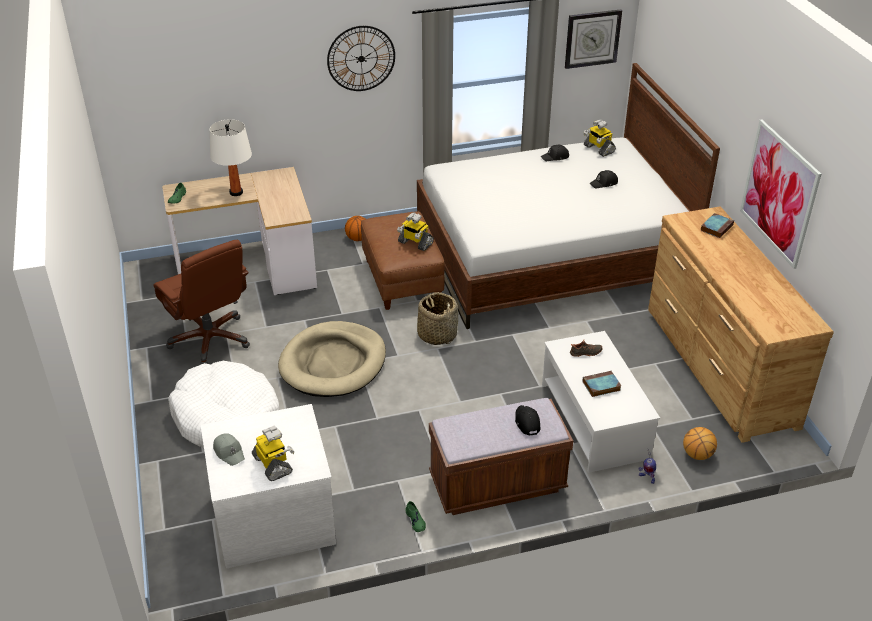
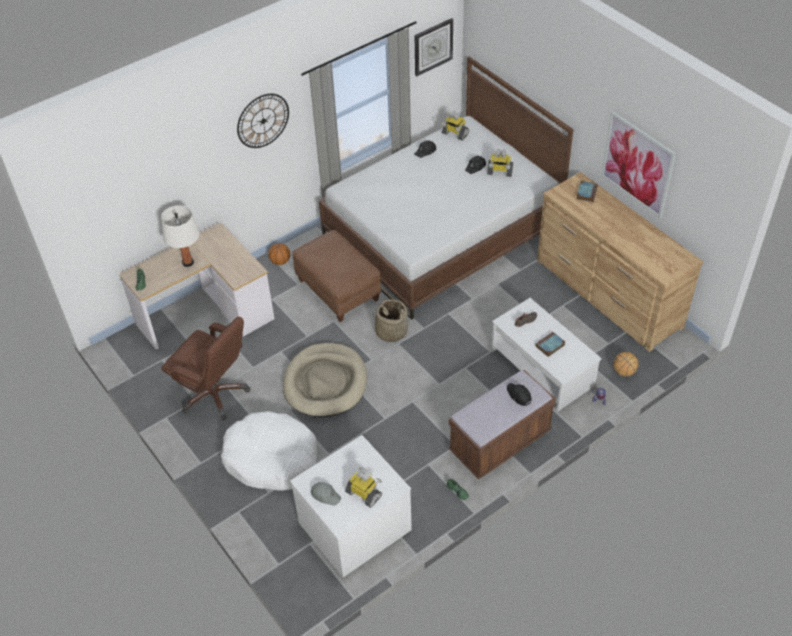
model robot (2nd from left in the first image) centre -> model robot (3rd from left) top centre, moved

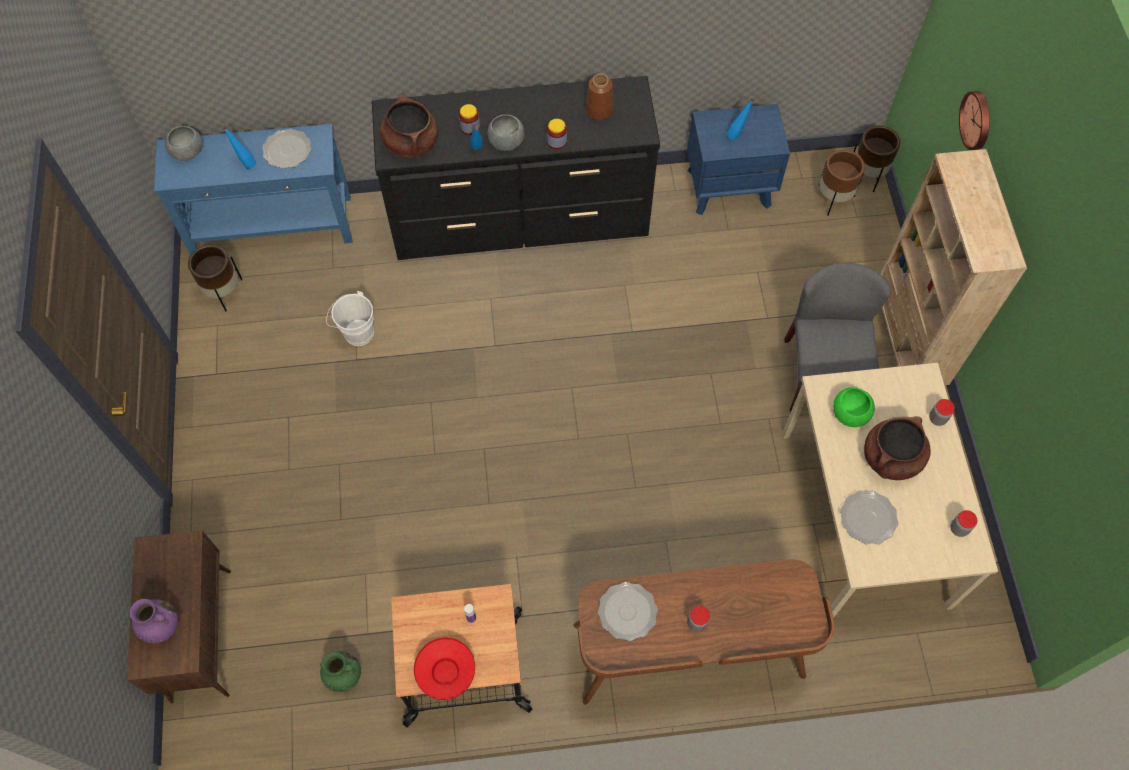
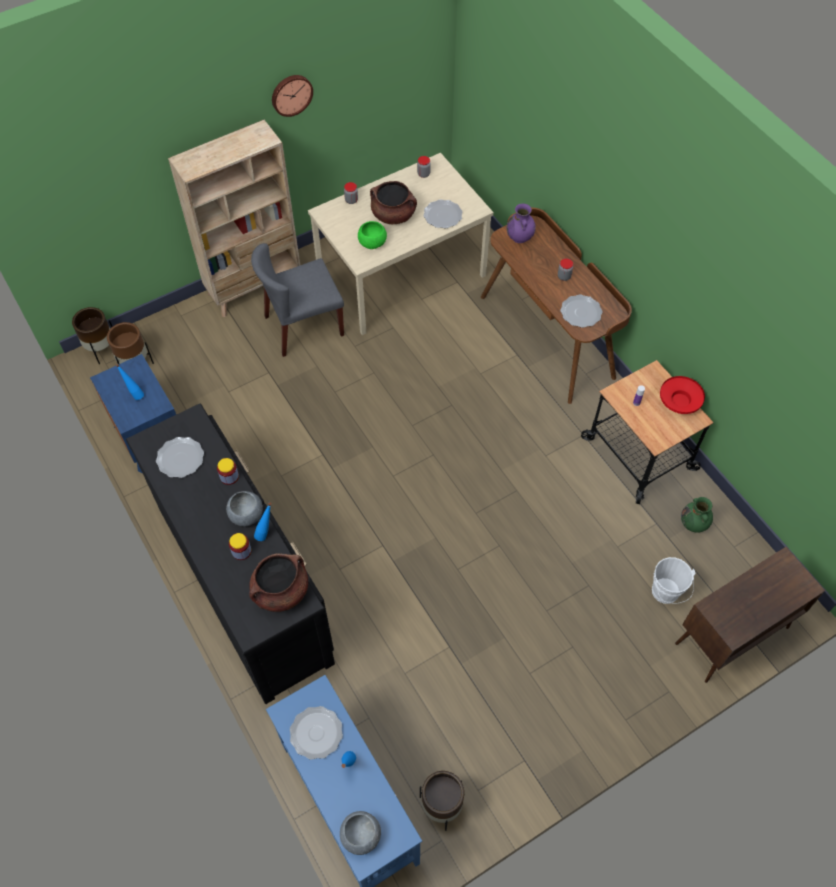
purple-coloured flower vase bottom left -> purple-coloured flower vase top centre, moved
white water bucket middle left -> white water bucket middle right, moved
clock on the wall top right -> clock on the wall top centre, moved
brown-coloured flower vase top centre -> flat dish (1st from left) middle left

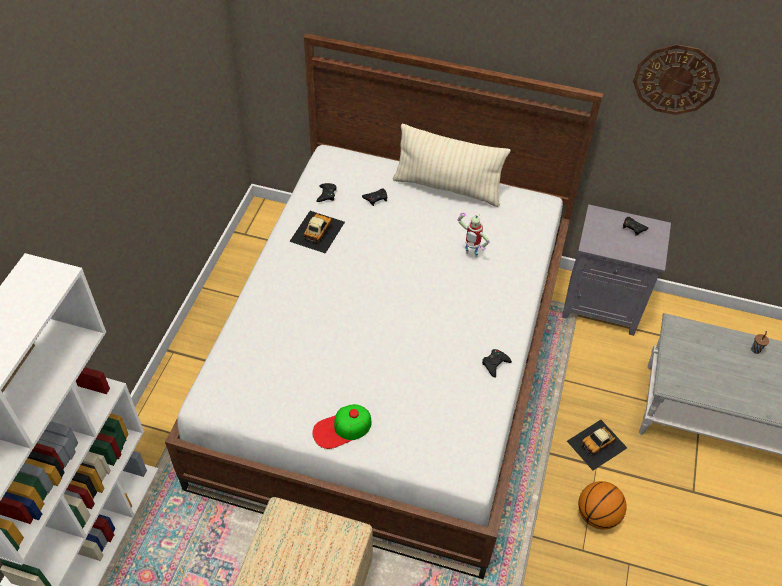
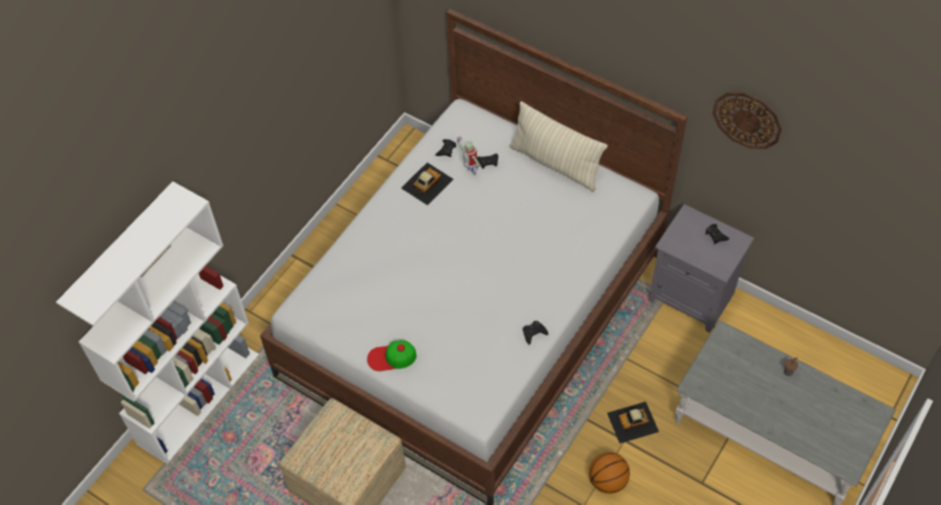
model robot centre -> model robot top centre, moved

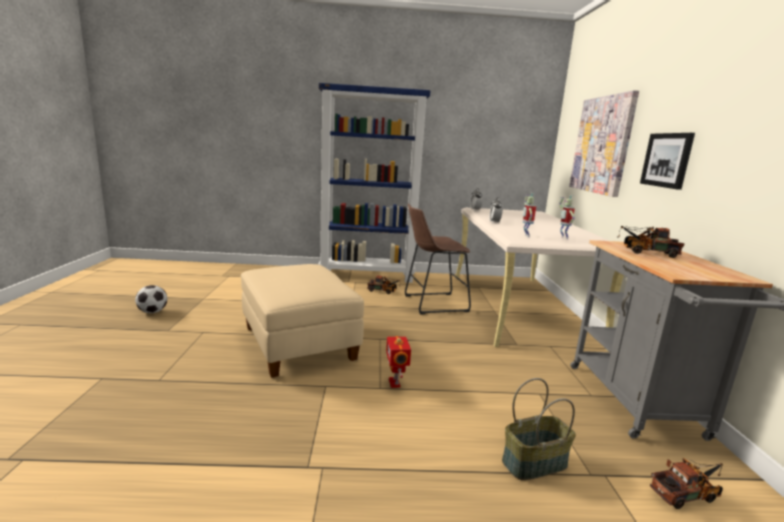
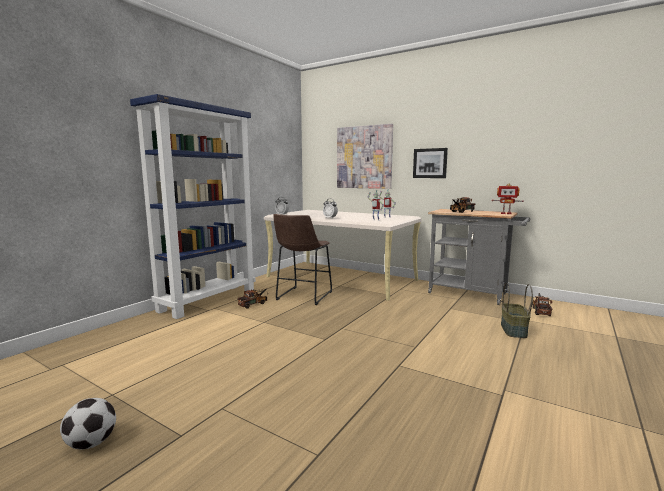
beige-coloured ottoman centre -> none
model robot (1st from left in the first image) bottom centre -> model robot (3rd from left) middle right, moved

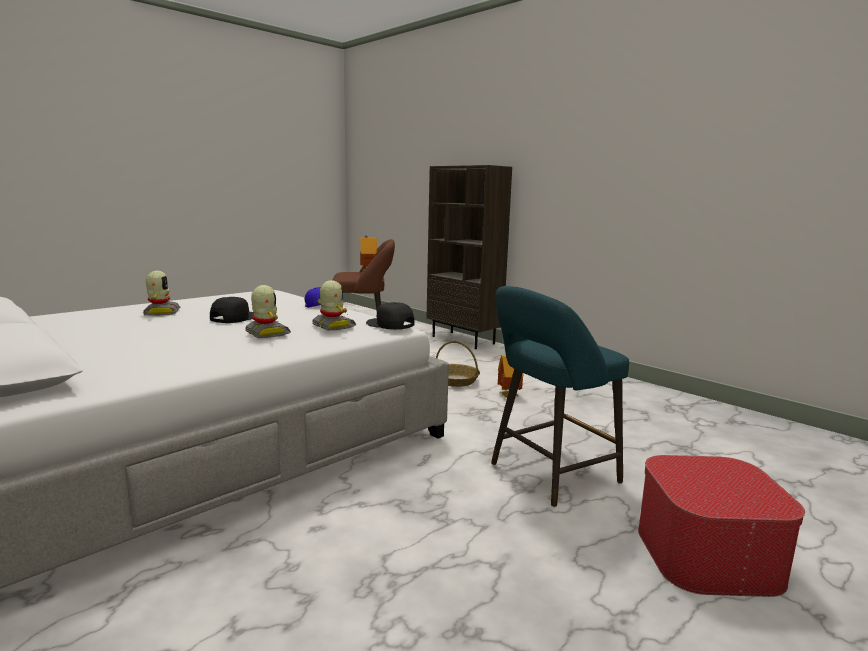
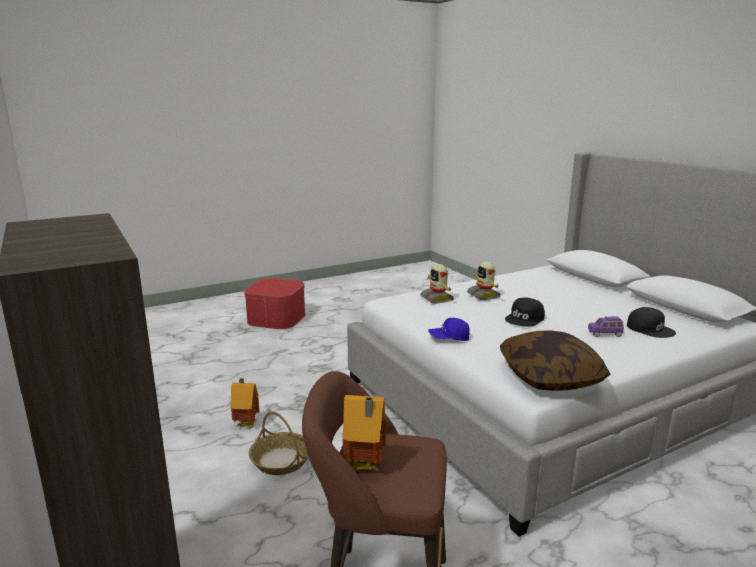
turquoise sitting stool centre -> none
none -> throw pillow middle right
black cap (2nd from left) centre -> black cap (2nd from left) middle right, moved
model robot (1st from left) middle left -> purple-coloured miniature car middle right

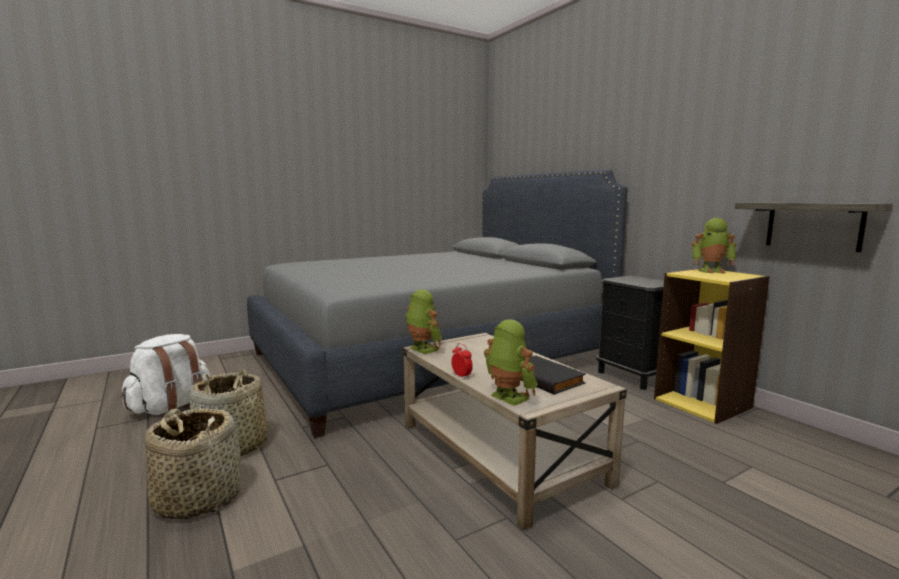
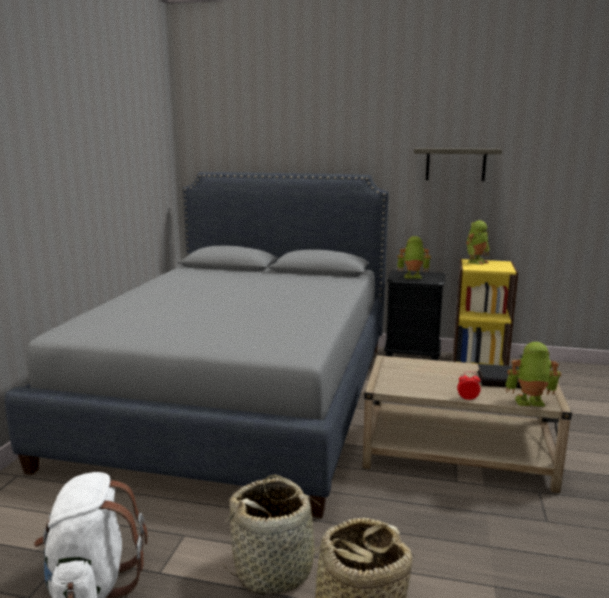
model robot (1st from left) centre -> model robot (1st from left) middle right, moved
bracket shelf middle right -> bracket shelf top right, moved

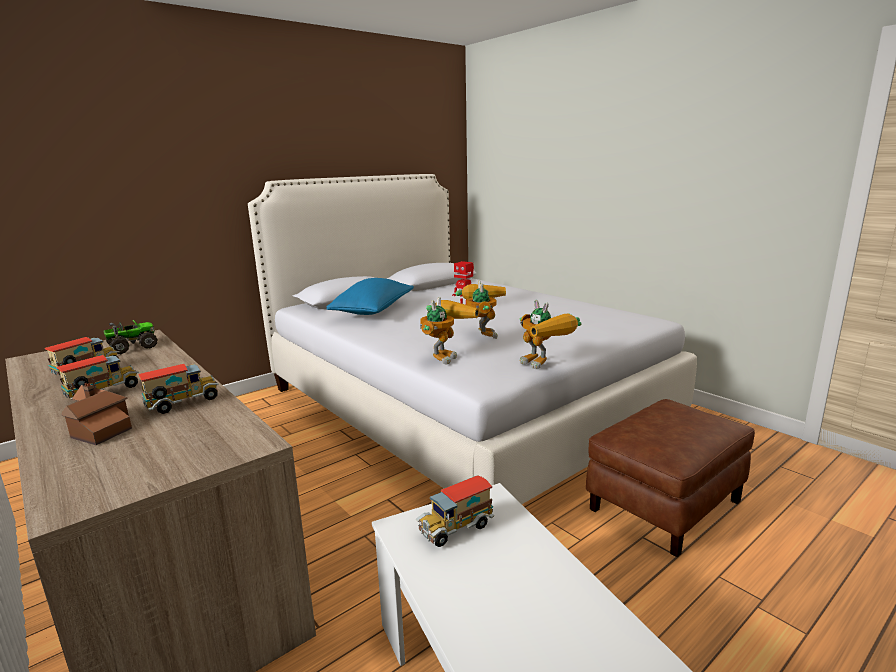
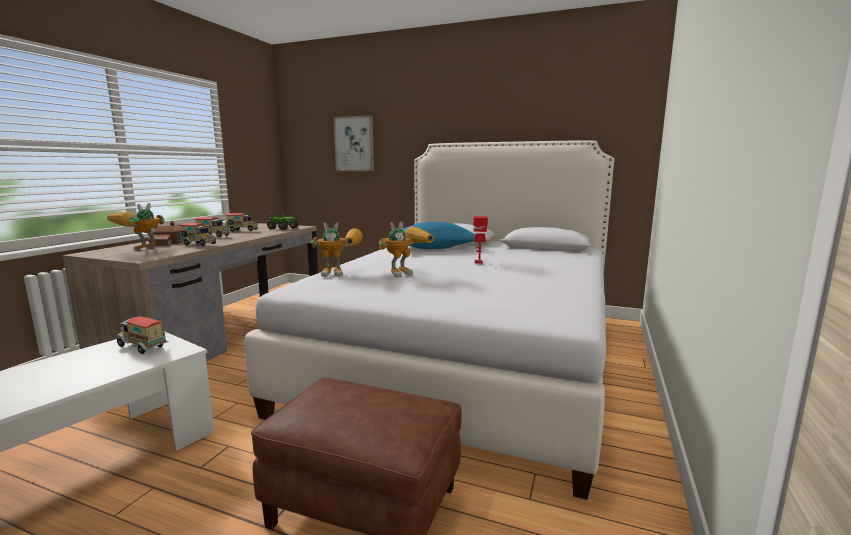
none -> wall picture top centre
model robot (4th from left in the first image) centre -> model robot (1st from left) middle left, moved

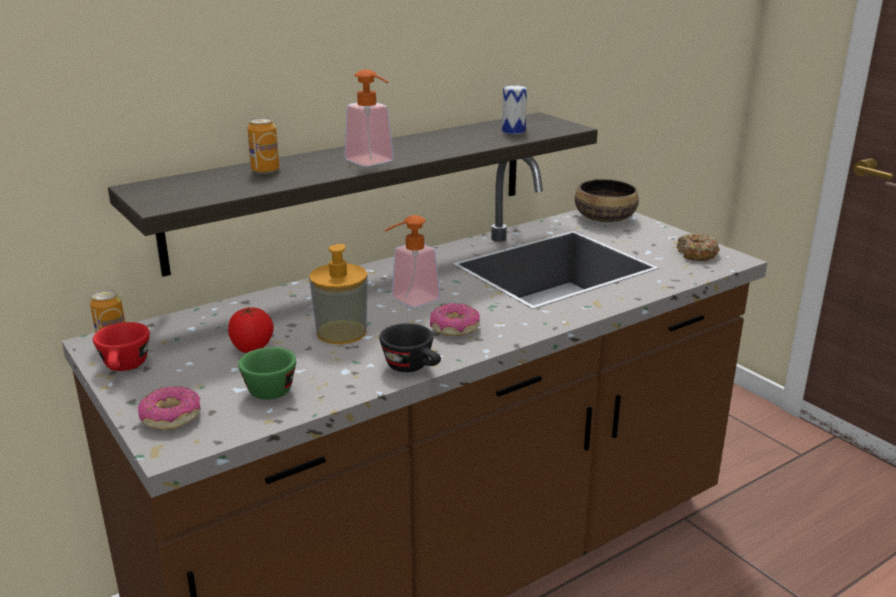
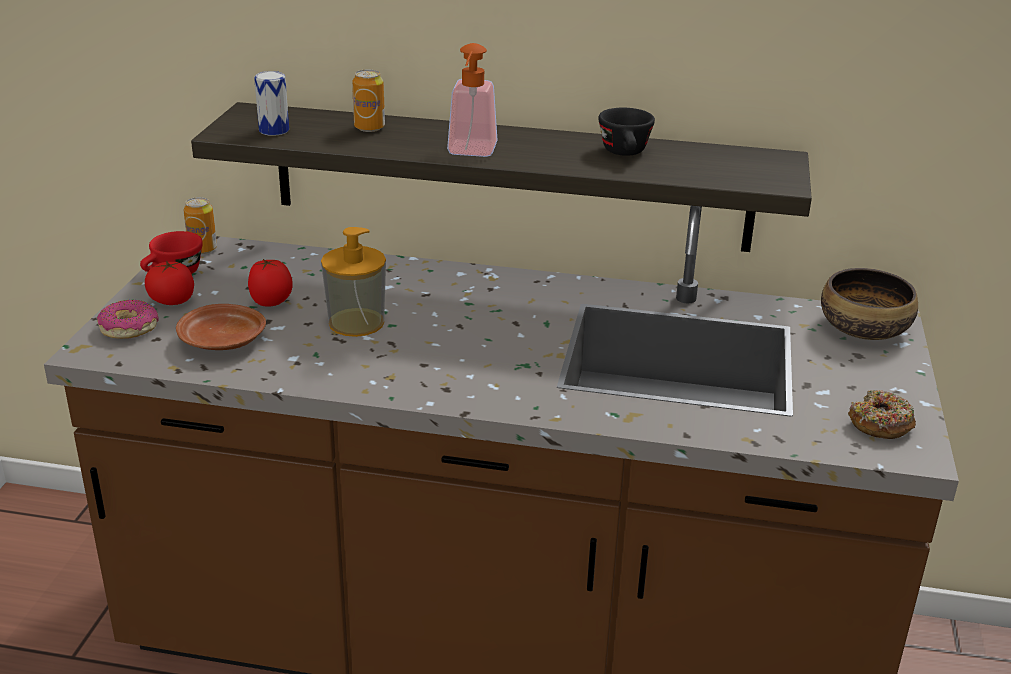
soap bottle (3rd from left) centre -> none
doughnut (2nd from left) centre -> none
none -> whole tomato (1st from left) middle left
black cup centre -> black cup top centre, moved
sealed can (3rd from left in the first image) top centre -> sealed can (2nd from left) top left, moved
greenish cup middle left -> brown-coloured flat dish middle left

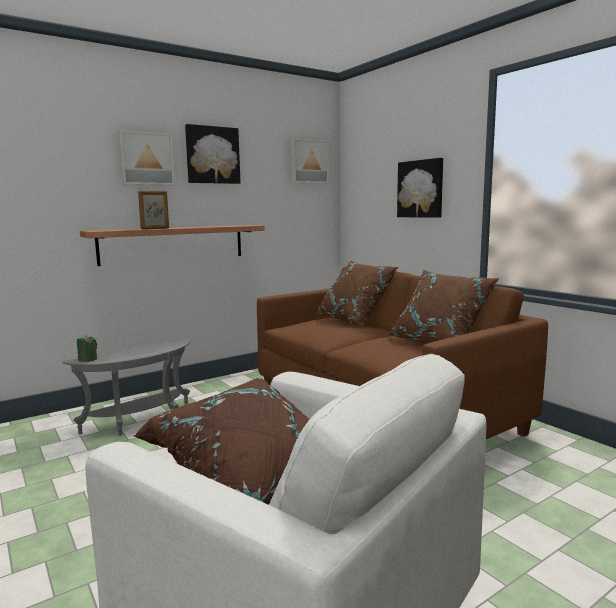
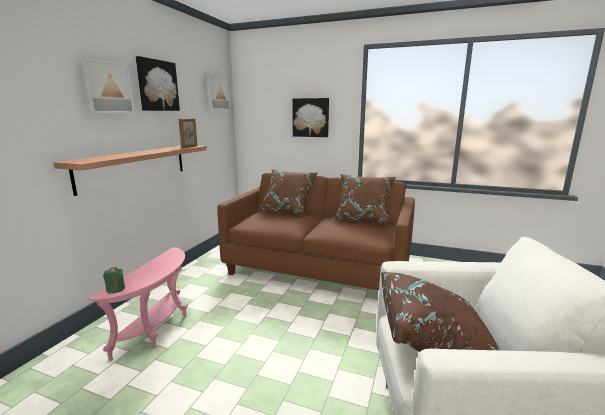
standing frame middle left -> standing frame top left, moved
gray end table middle left -> pink-coloured end table bottom left

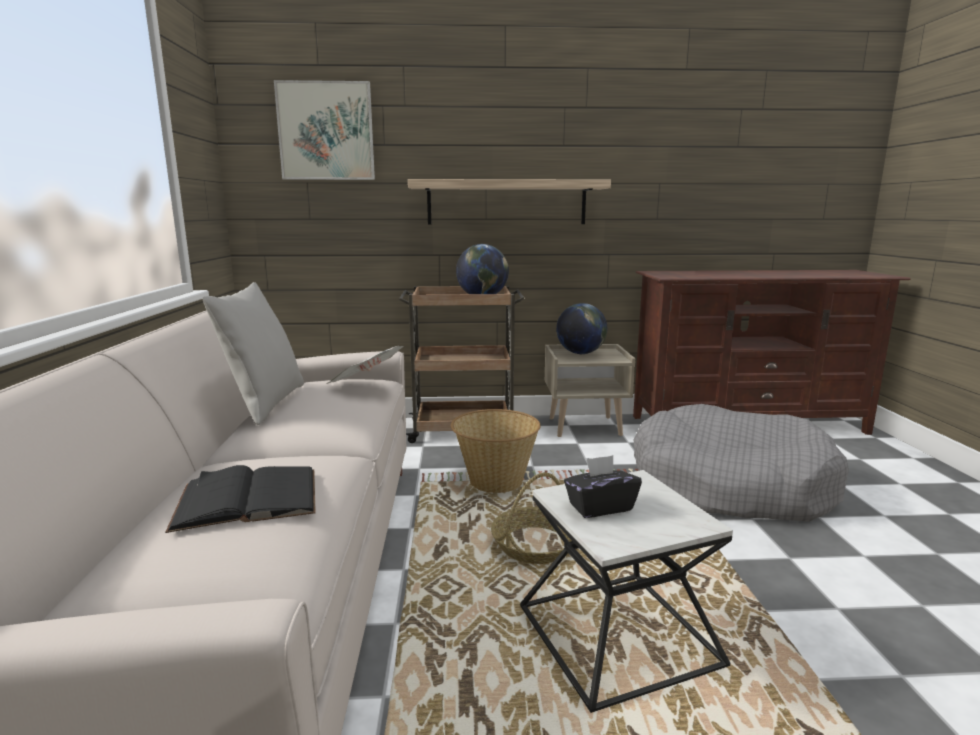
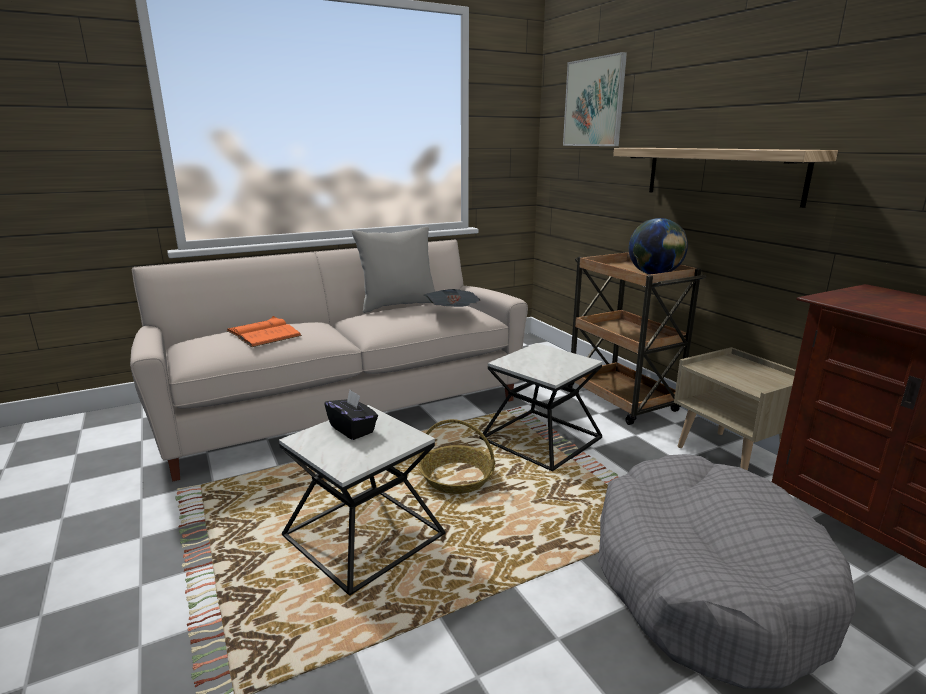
desk globe (2nd from left) centre -> none
household basket (1st from left) centre -> end table (2nd from left) centre
black book bottom left -> orange book middle left

